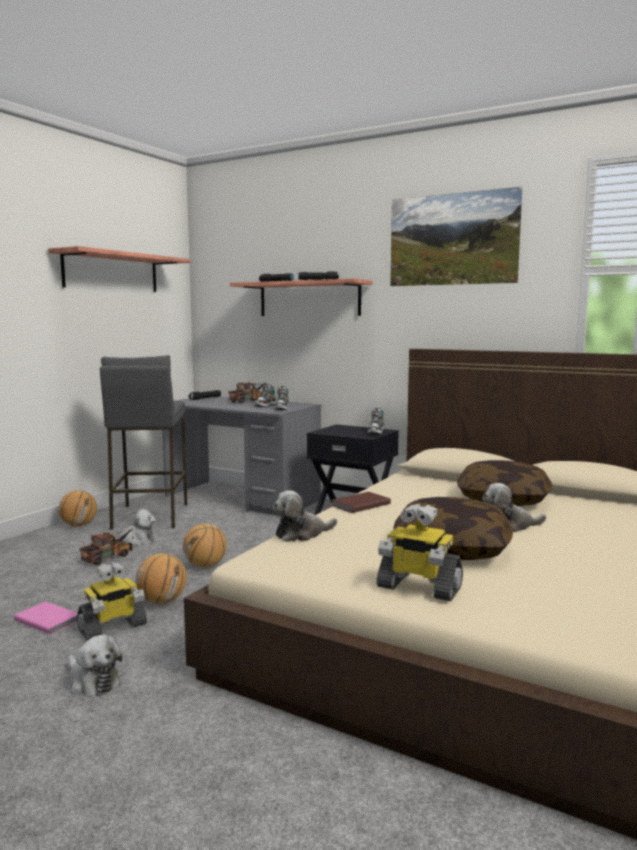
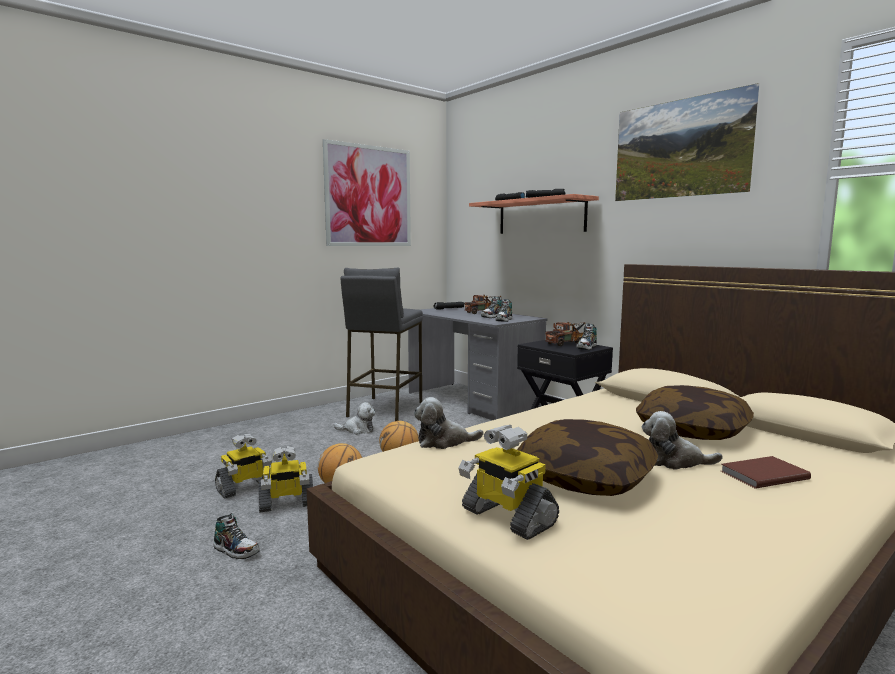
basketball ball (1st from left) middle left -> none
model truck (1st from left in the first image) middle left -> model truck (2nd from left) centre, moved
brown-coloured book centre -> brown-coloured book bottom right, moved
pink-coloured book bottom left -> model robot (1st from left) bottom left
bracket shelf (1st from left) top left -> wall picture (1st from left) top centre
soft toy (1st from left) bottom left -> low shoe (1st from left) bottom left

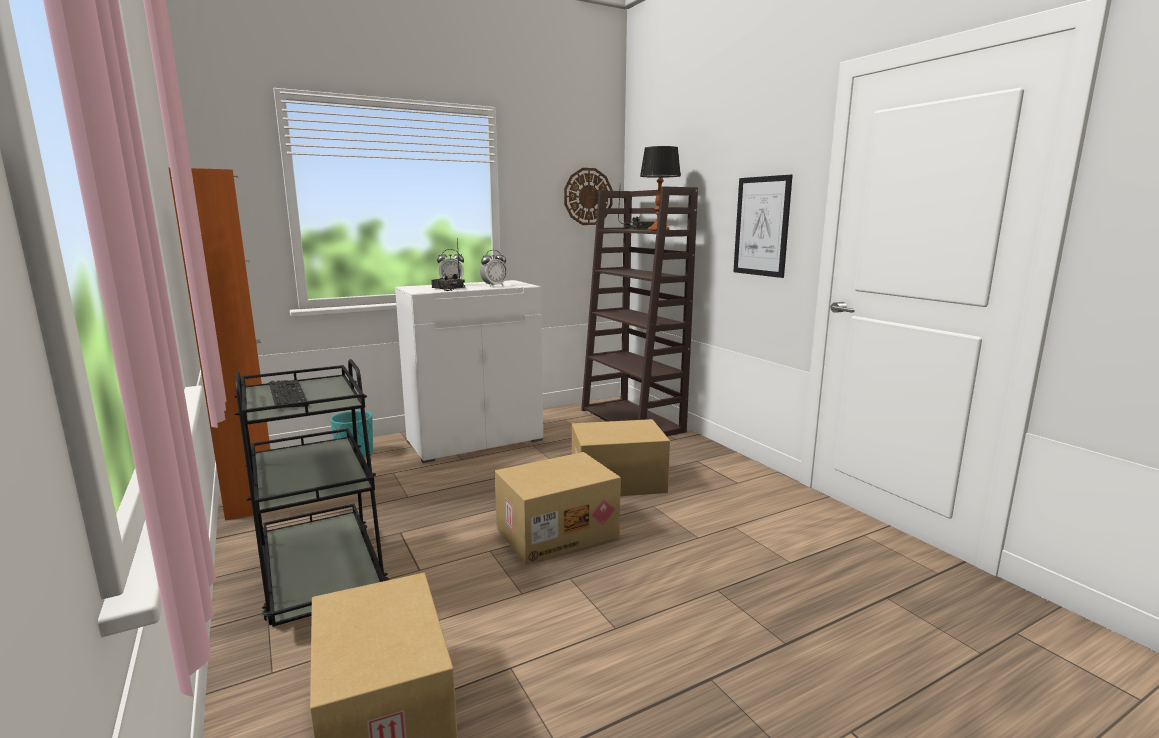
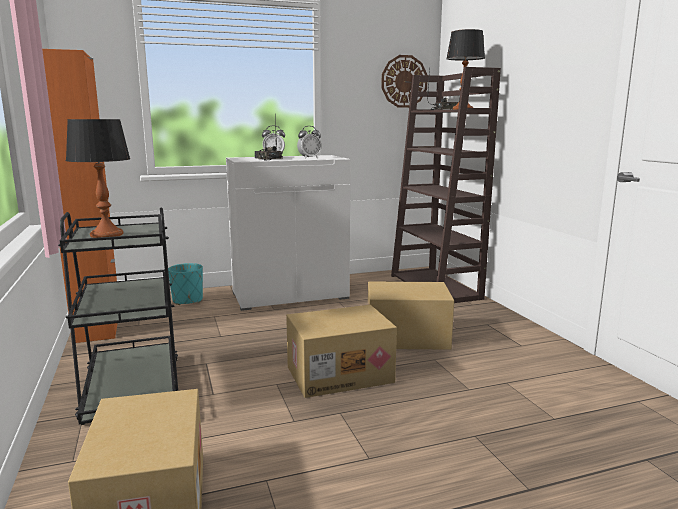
wall picture top centre -> none
PC keyboard middle left -> lamp for a table (1st from left) middle left

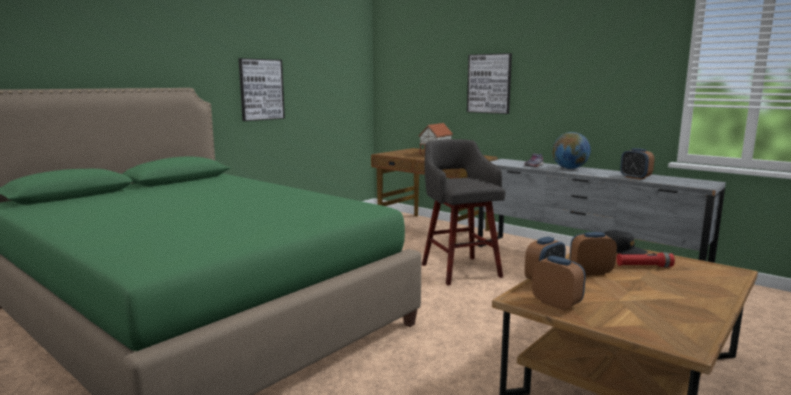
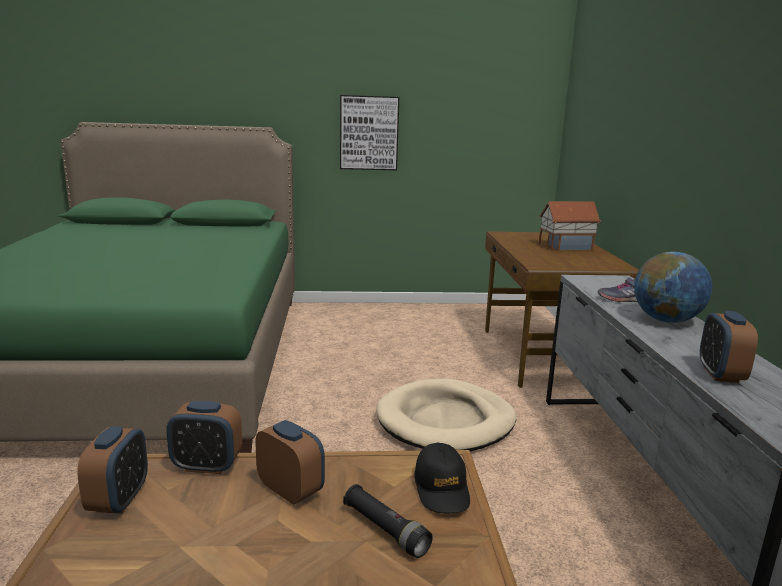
wall picture (2nd from left) top centre -> none
gray sitting stool centre -> beige-coloured dog bed bottom centre
reddish hand torch middle right -> black hand torch bottom centre

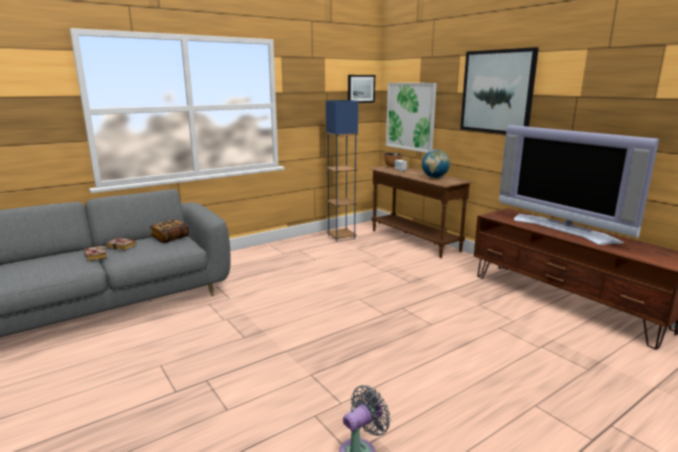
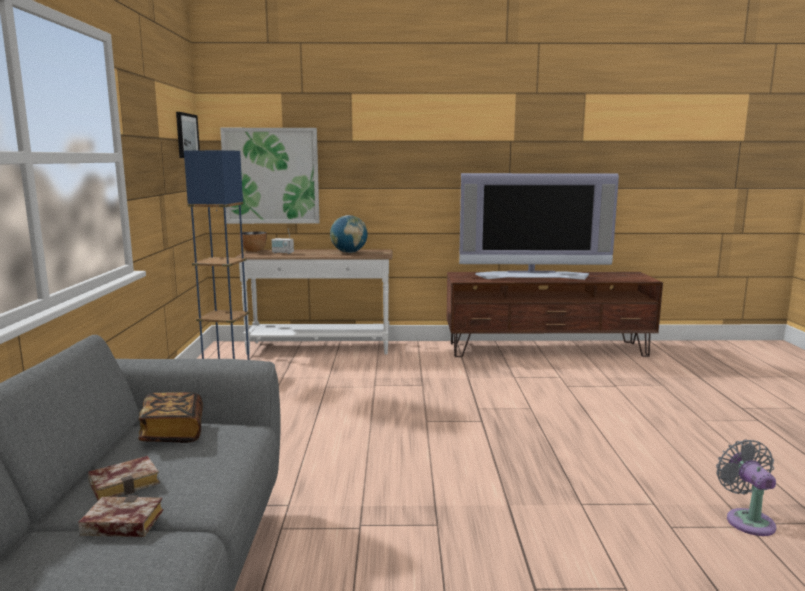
wall picture (3rd from left) top right -> none
brown-coloured hall table centre -> white hall table centre

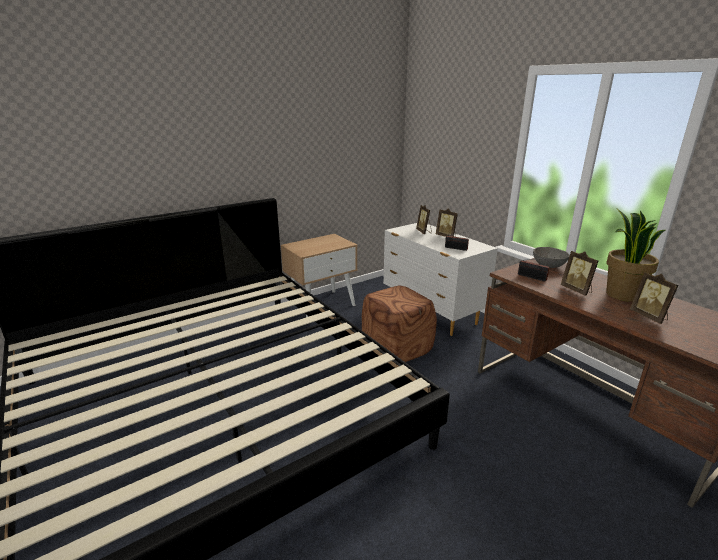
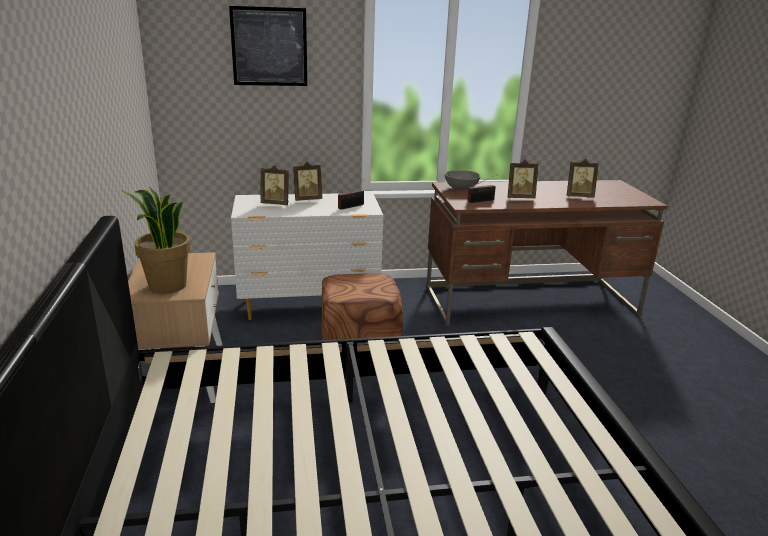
none -> wall picture top centre
houseplant middle right -> houseplant middle left, moved

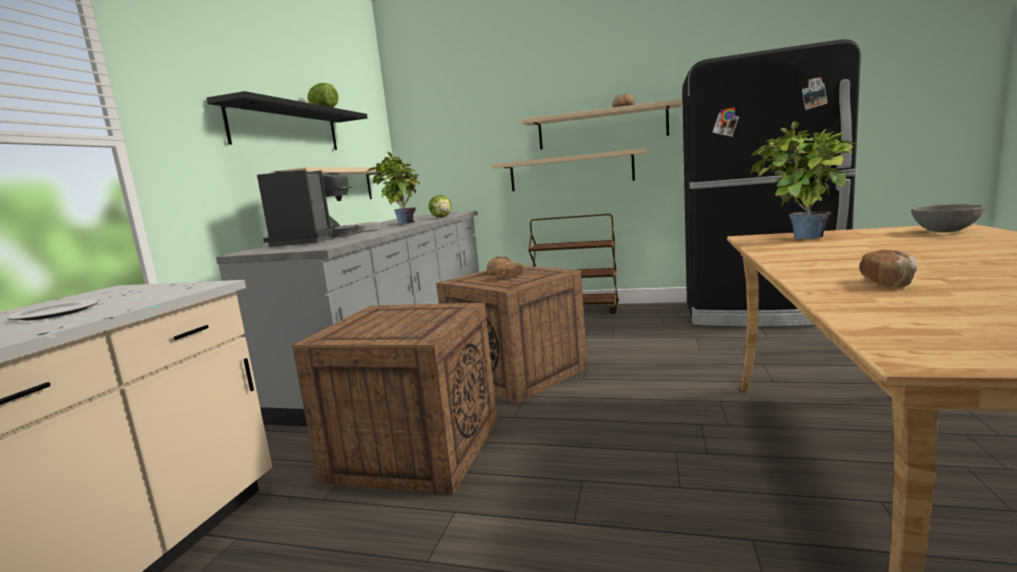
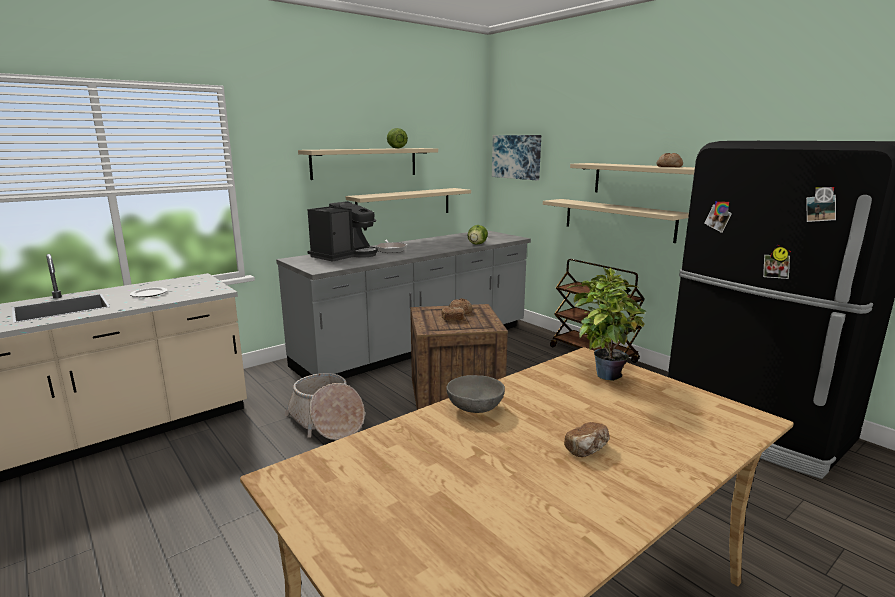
houseplant (1st from left) top centre -> none
none -> wall picture top centre
bread (4th from left in the first image) middle right -> bread (3rd from left) bottom centre, moved
gray bowl middle right -> gray bowl centre, moved
packing crate (1st from left) bottom centre -> household basket bottom centre
black bracket shelf top left -> beige-coloured bracket shelf (1st from left) top centre

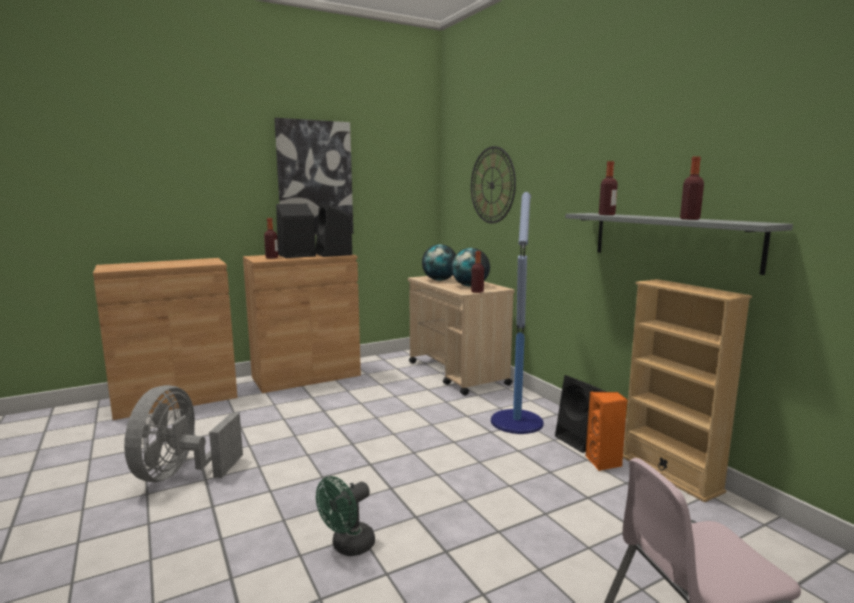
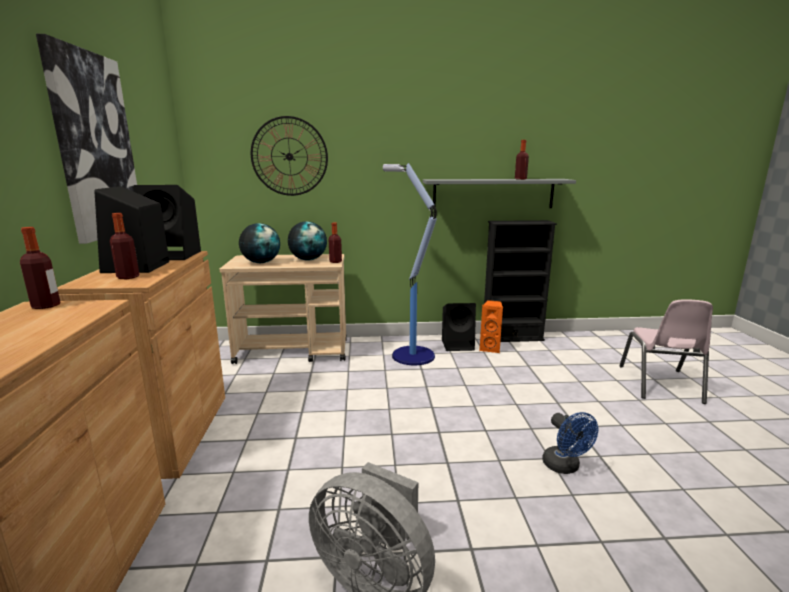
bottle (3rd from left in the first image) top right -> bottle (1st from left) middle left, moved
greenish cooling fan bottom centre -> blue cooling fan bottom right
beige-coloured bookshelf middle right -> black bookshelf centre

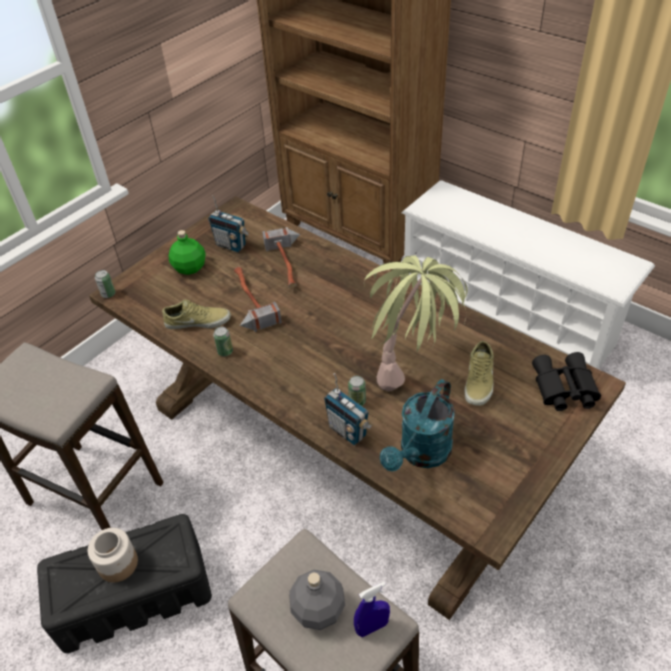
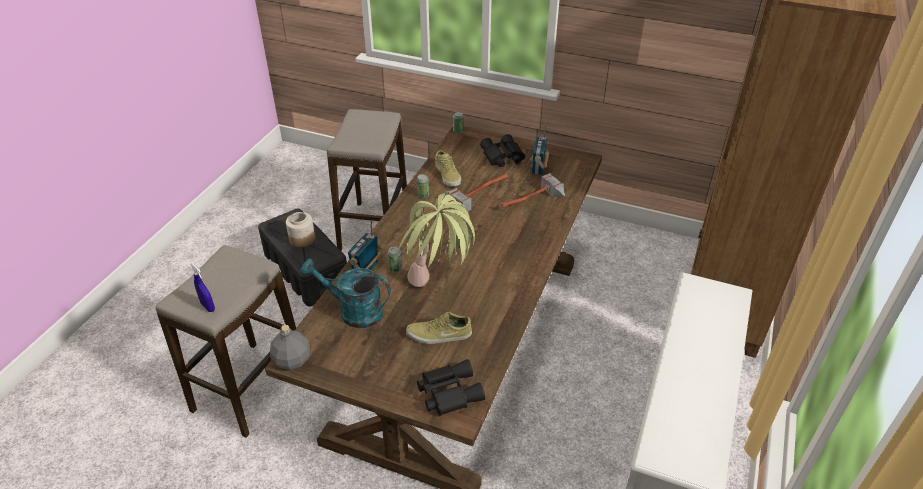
gray bottle bottom centre -> gray bottle bottom left, moved
greenish bottle middle left -> black binoculars (2nd from left) top centre

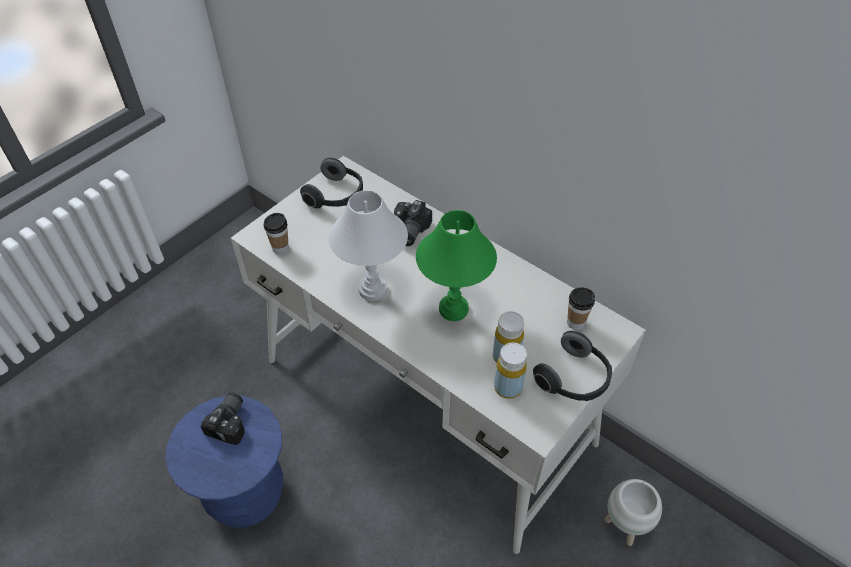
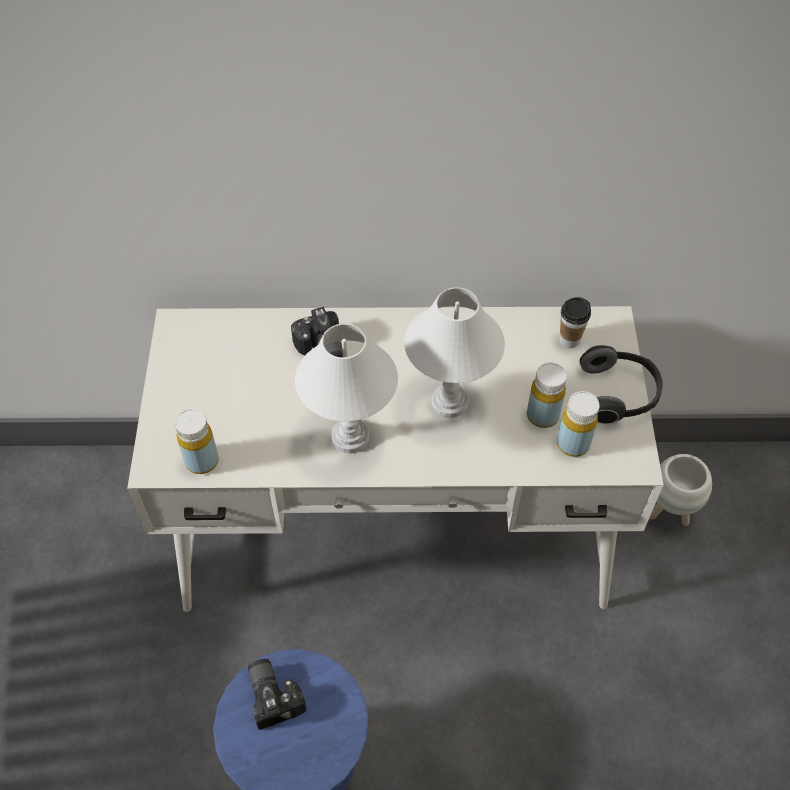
headset (1st from left) top centre -> none
cup (1st from left) middle left -> yellowish bottle (1st from left) middle left
greenish lamp for a table centre -> white lamp for a table (2nd from left) centre

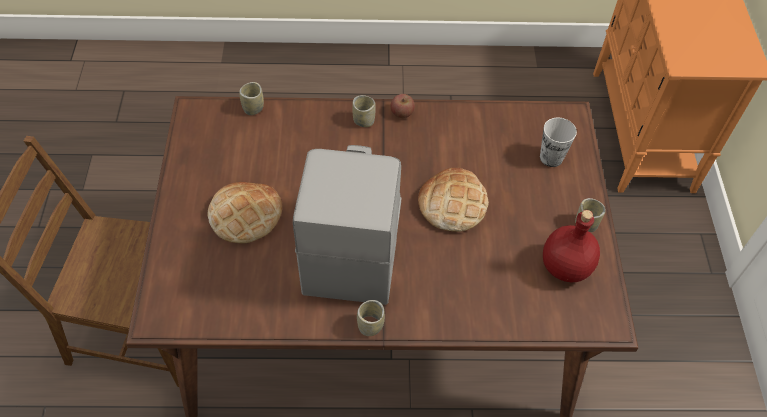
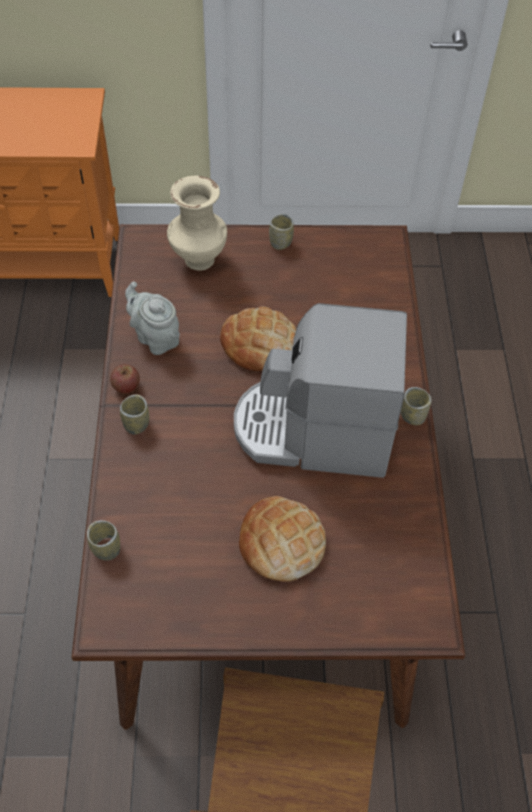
reddish bottle middle right -> none
none -> gray pot for tea middle left
cup (4th from left) middle right -> beige-coloured flower vase top centre

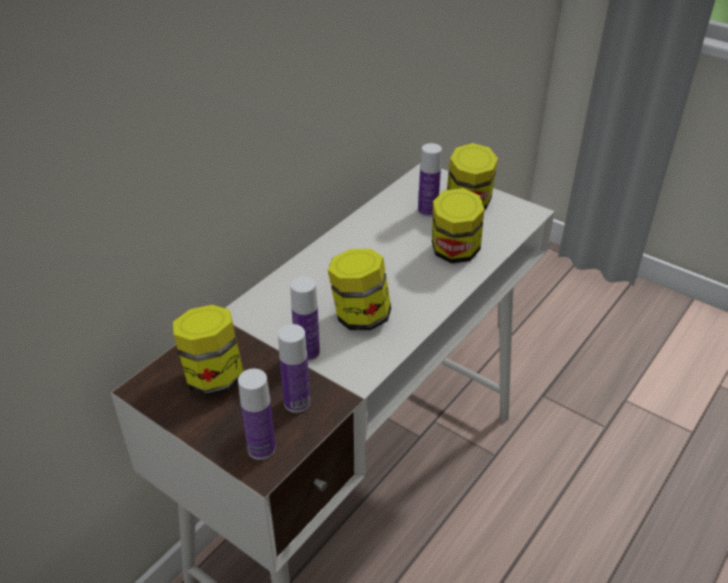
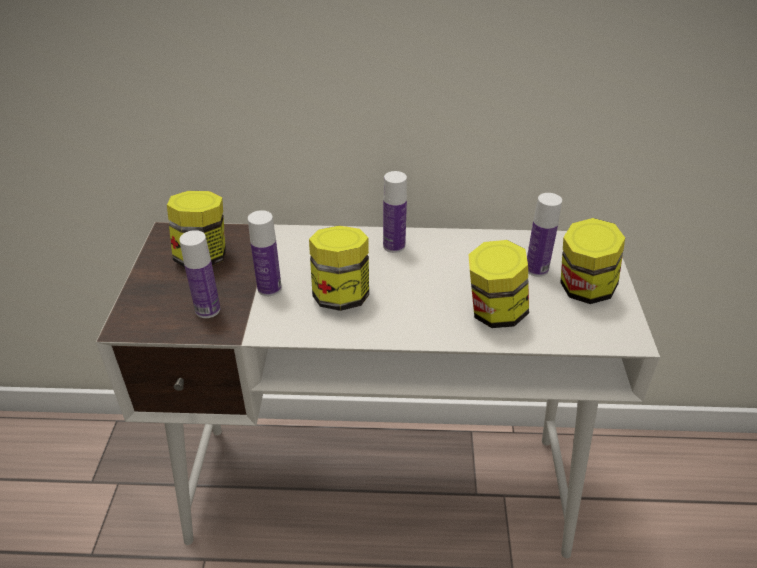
bottle (1st from left in the first image) bottom centre -> bottle (3rd from left) centre, moved

